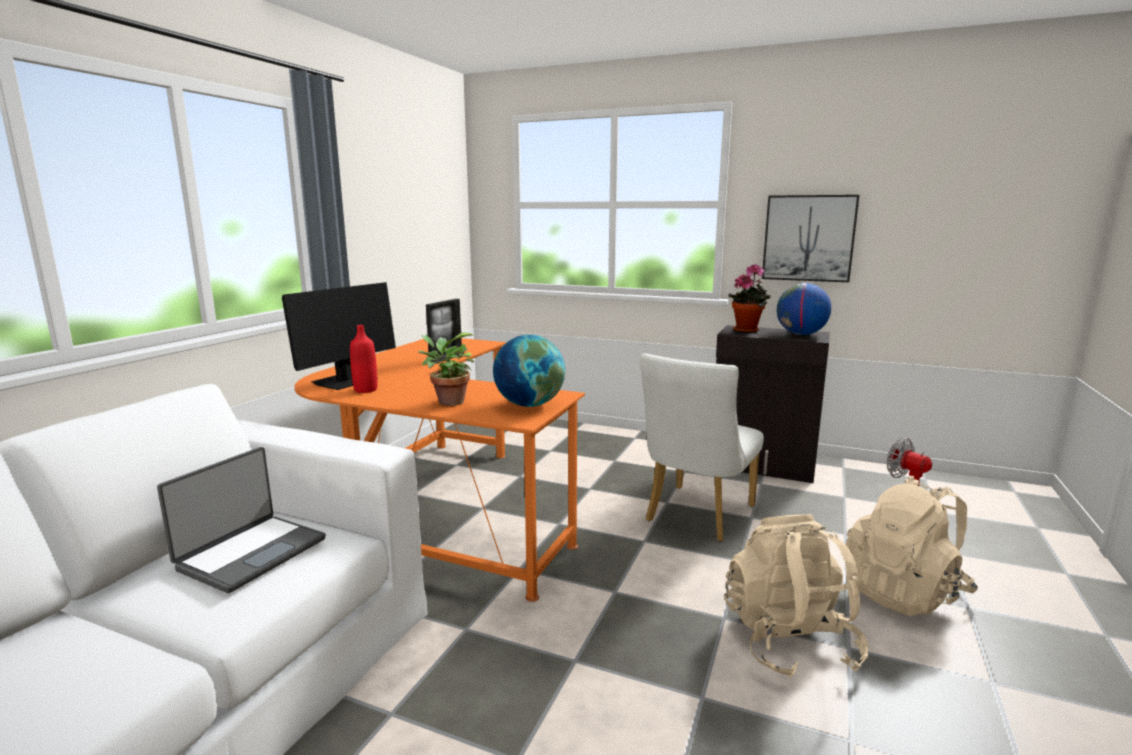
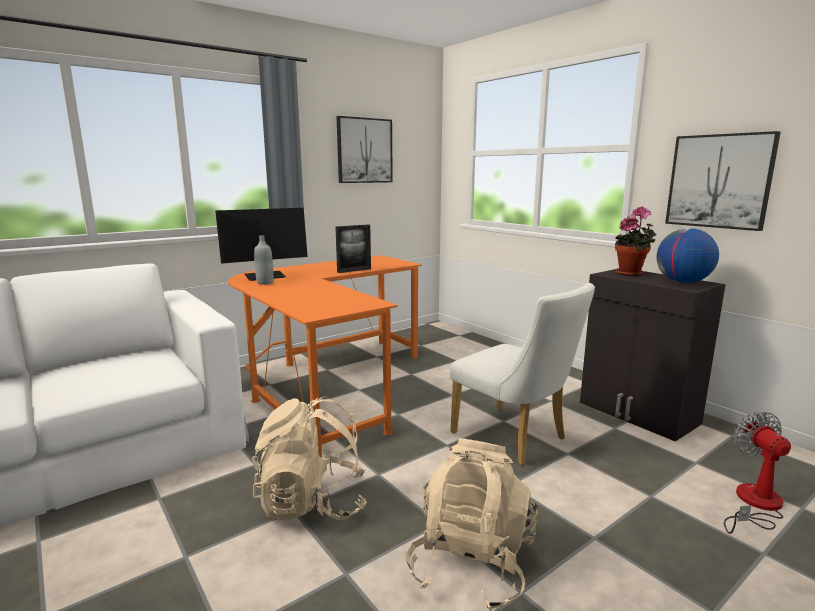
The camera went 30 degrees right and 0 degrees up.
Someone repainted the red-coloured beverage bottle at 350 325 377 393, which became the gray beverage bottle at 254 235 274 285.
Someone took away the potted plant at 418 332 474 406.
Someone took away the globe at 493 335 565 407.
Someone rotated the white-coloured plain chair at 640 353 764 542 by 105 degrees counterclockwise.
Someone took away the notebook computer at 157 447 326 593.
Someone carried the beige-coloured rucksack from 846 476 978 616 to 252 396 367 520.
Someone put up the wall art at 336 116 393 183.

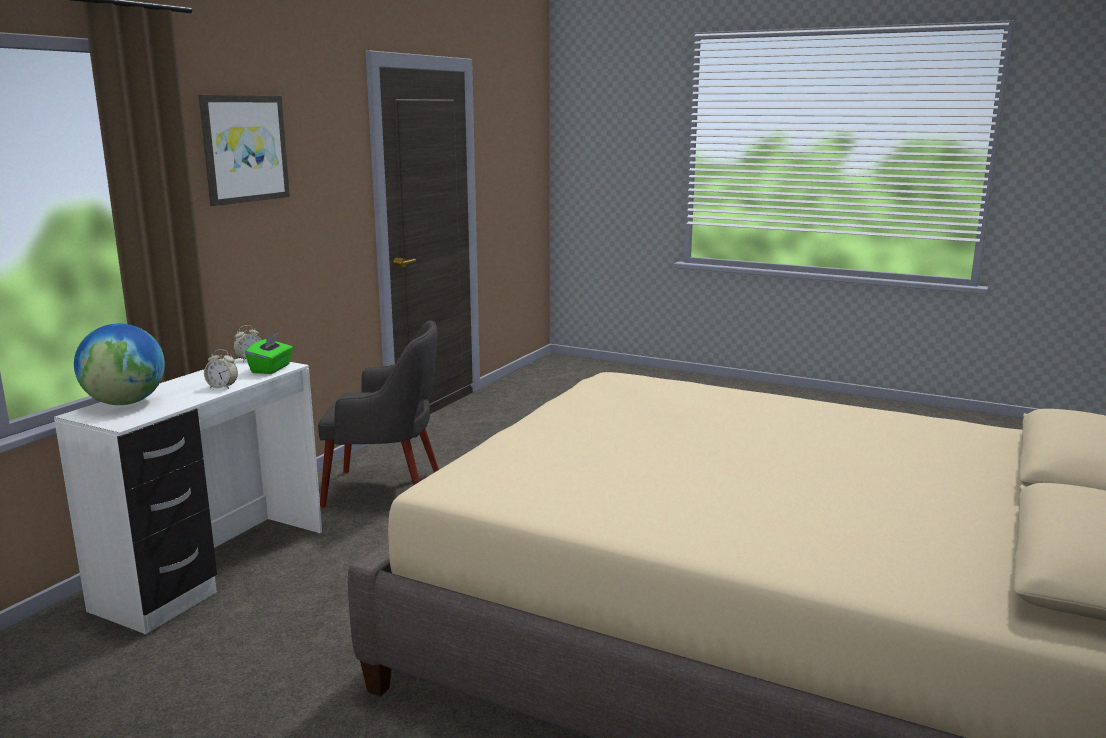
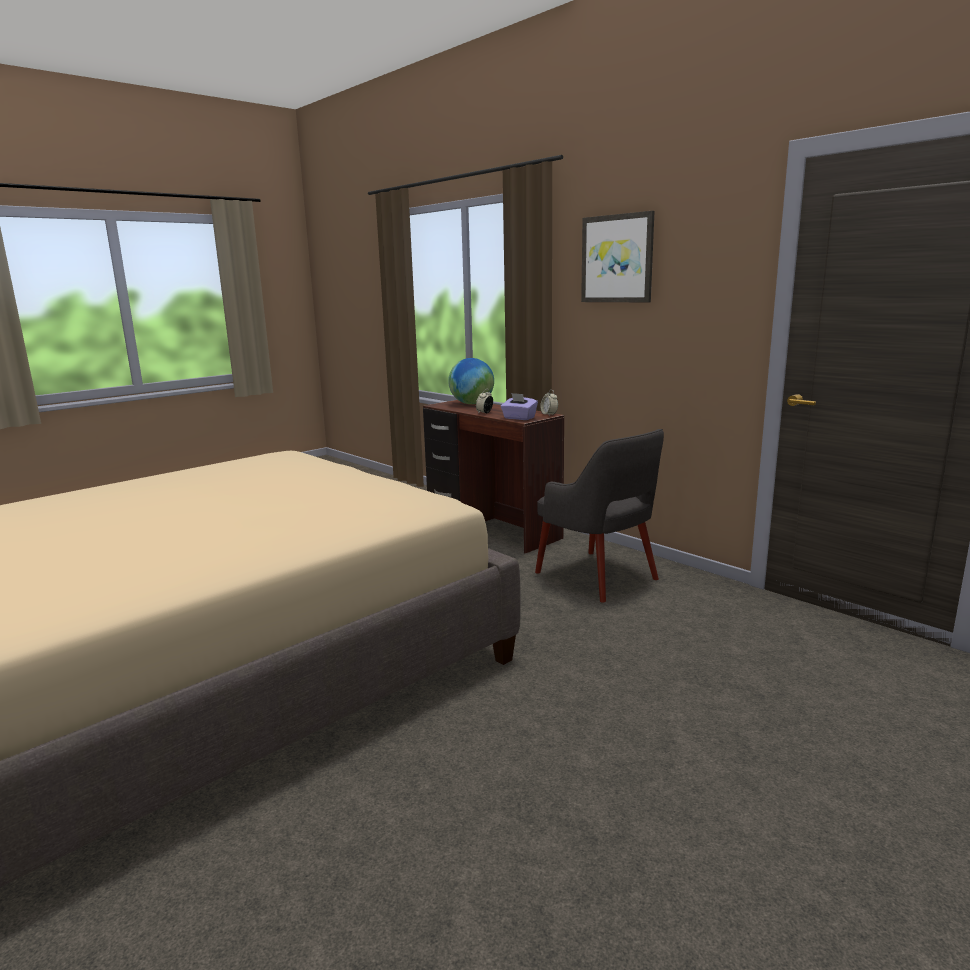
The camera went 110 degrees right and 0 degrees up.
Someone rotated the gray armchair at 318 320 439 508 by 60 degrees counterclockwise.
Someone repainted the green-coloured tissue holder at 245 333 293 374, which became the purple tissue holder at 501 393 538 420.
Someone repainted the white-coloured desk table at 54 358 322 634, which became the brown desk table at 423 400 564 554.

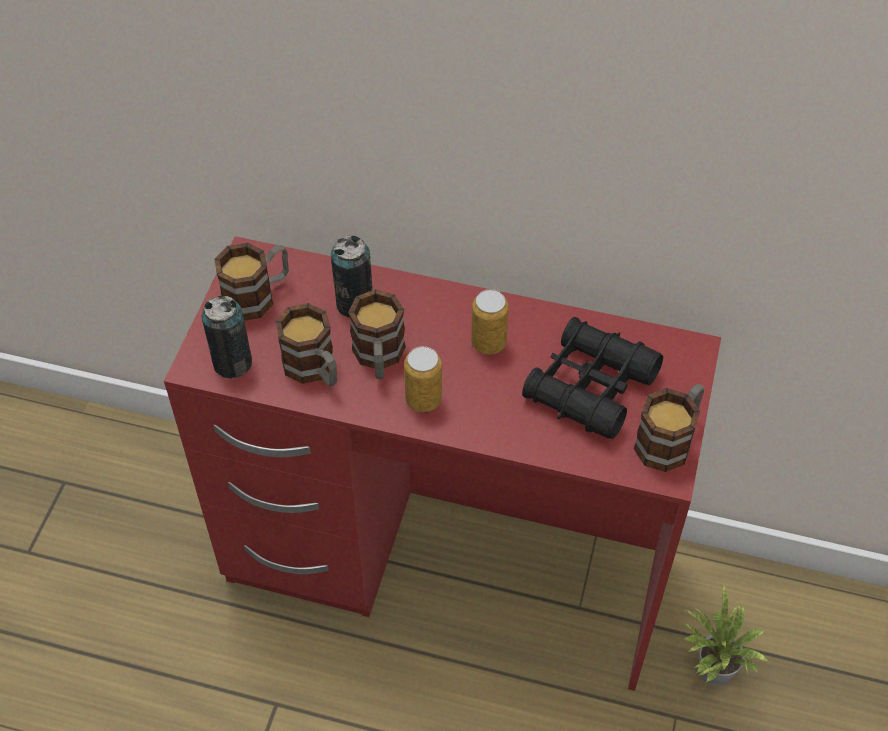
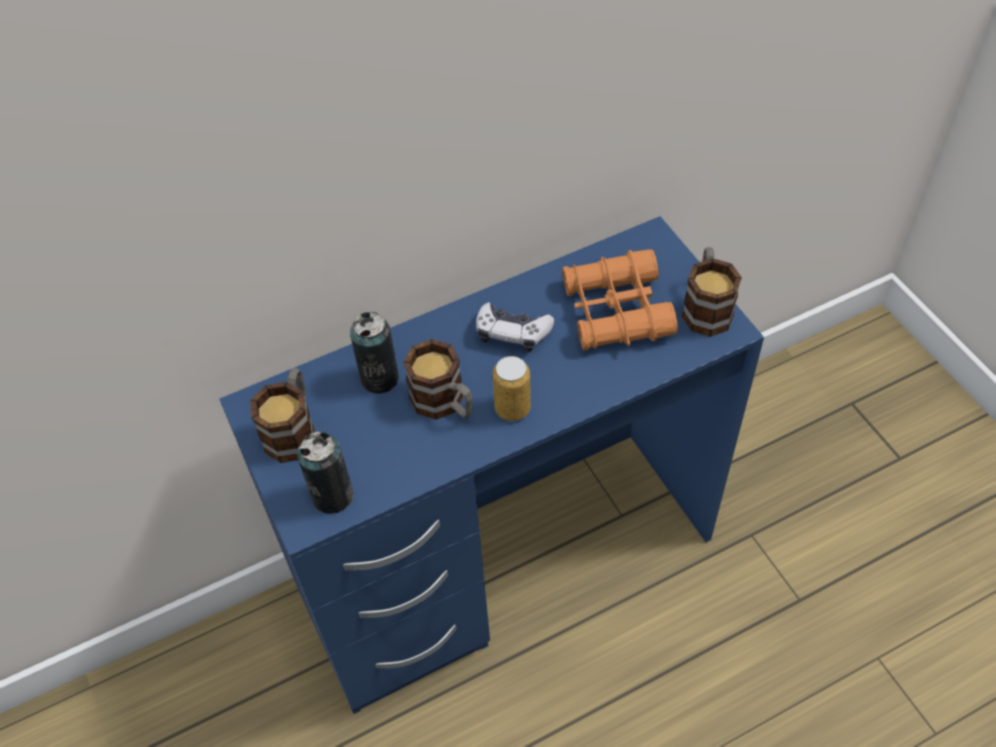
The camera went 40 degrees left and 0 degrees up.
Someone repainted the red-coloured desk table at 164 236 721 691, which became the blue-coloured desk table at 219 216 764 714.
Someone swapped the sealed can at 471 289 509 355 for the game controller at 476 302 554 352.
Someone took away the coffee mug at 275 303 337 387.
Someone repainted the blackish binoculars at 522 317 663 439, which became the orangey binoculars at 562 249 678 351.
Someone took away the potted plant at 683 583 768 686.

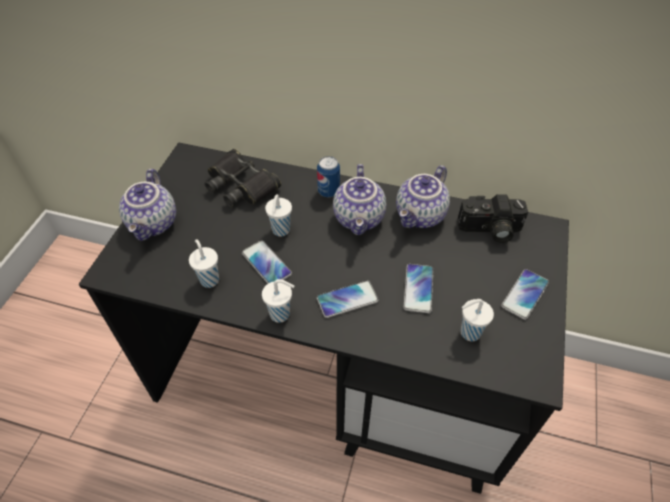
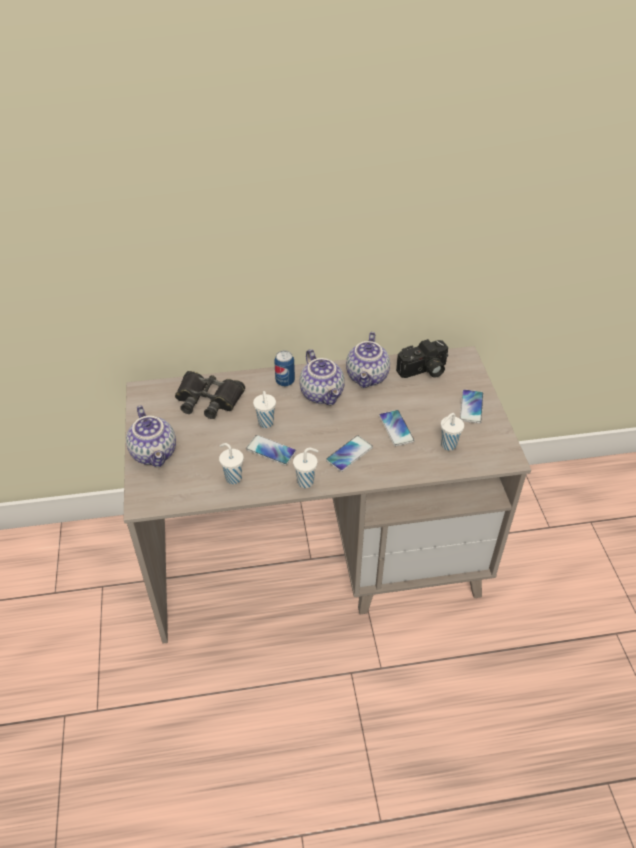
The camera went 25 degrees left and 5 degrees down.
Someone repainted the blackish desk table at 79 143 569 494, which became the beige-coloured desk table at 124 346 531 644.

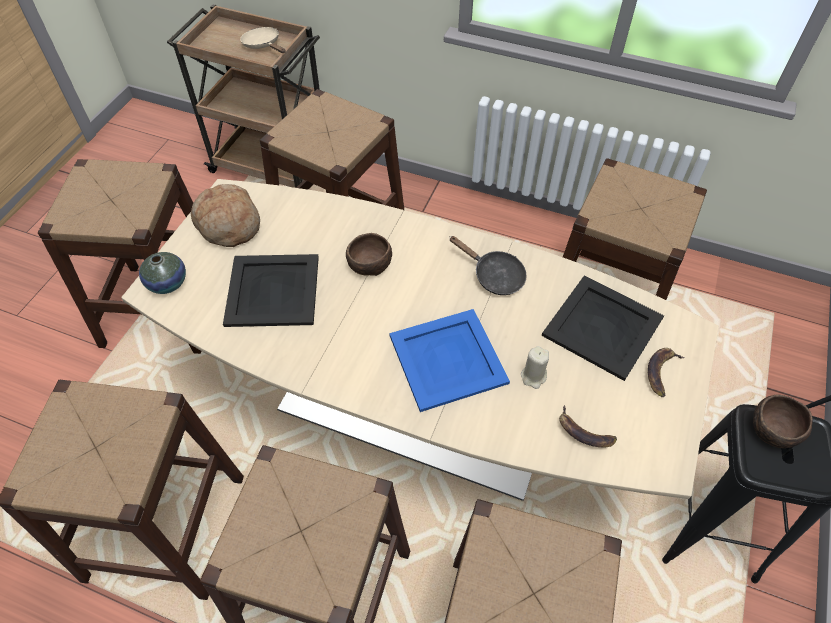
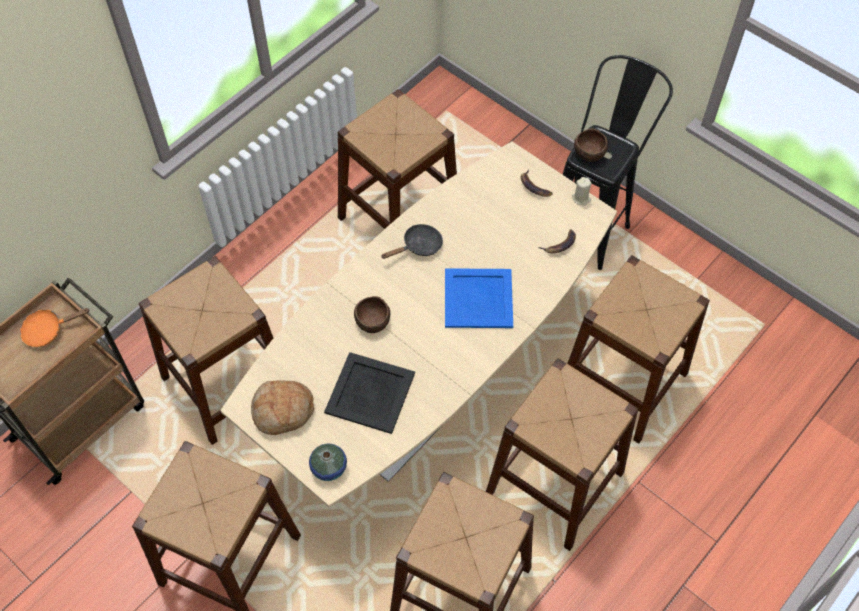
The camera went 70 degrees left and 5 degrees up.
Someone repainted the beige-coloured skillet at 240 27 285 53, which became the orangey skillet at 20 308 90 347.
Someone took away the blackish serving tray at 541 276 664 381.
Someone carried the beige-coloured wax candle from 521 346 549 389 to 572 177 592 205.

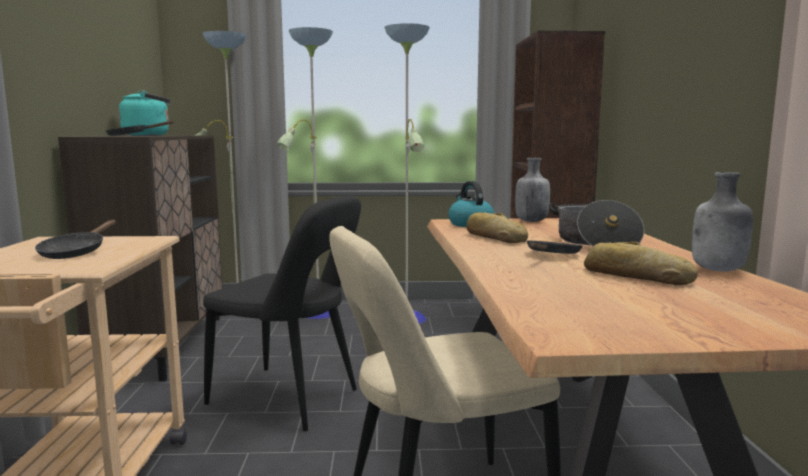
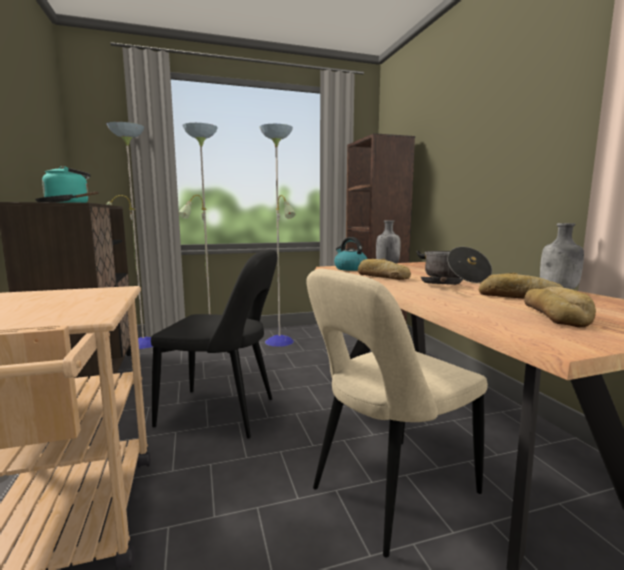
The camera went 15 degrees left and 0 degrees up.
Someone took away the blackish skillet at 35 220 116 259.
Someone put down the bread at 524 287 596 328.

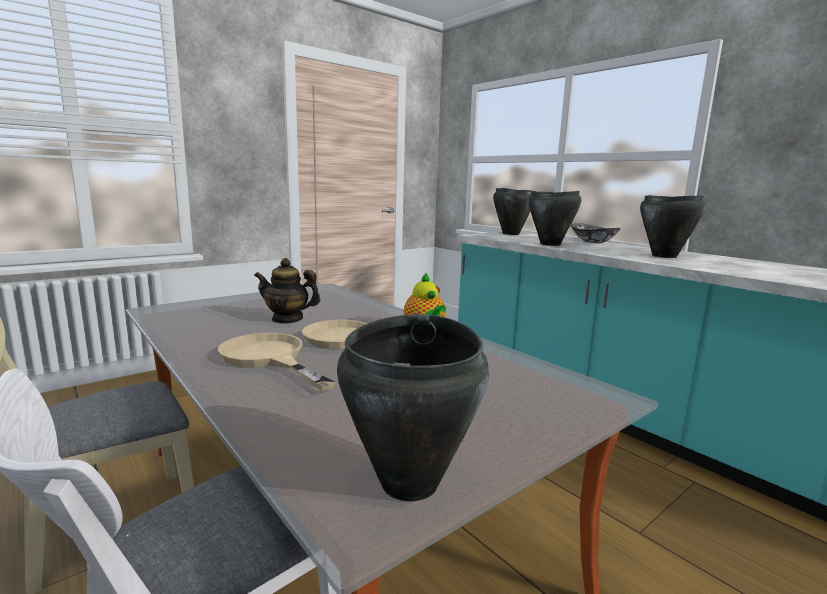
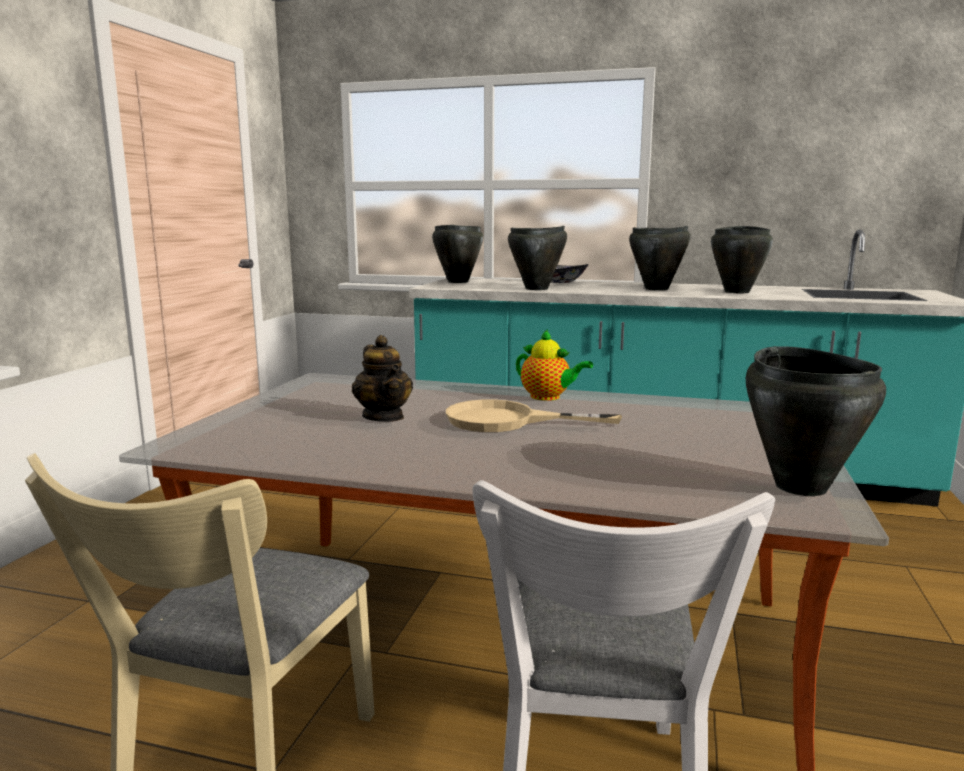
The camera went 35 degrees left and 0 degrees up.
Someone rotated the pot for tea at 254 258 321 324 by 90 degrees counterclockwise.
Someone took away the beige-coloured skillet at 218 333 336 391.
Someone put down the blackish saucepot at 711 226 773 293.

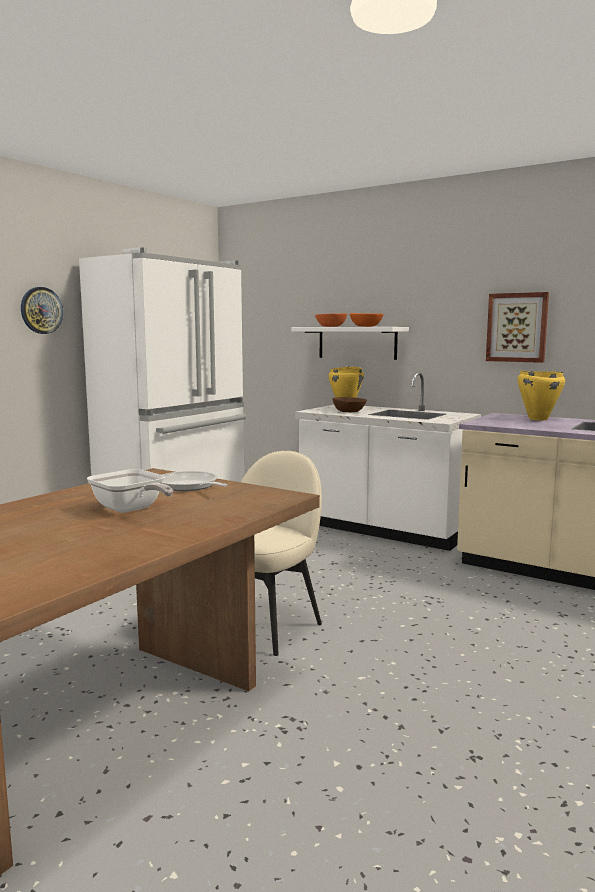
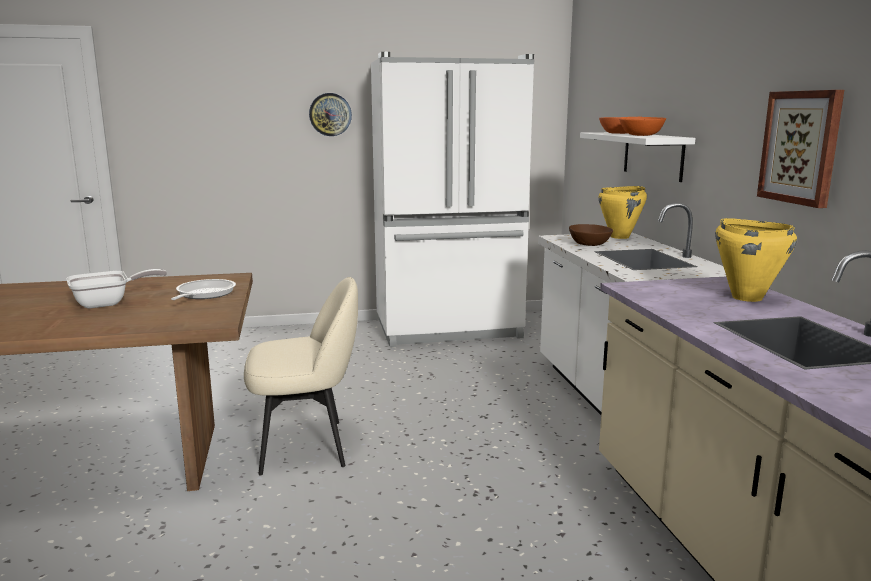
The camera went 45 degrees right and 5 degrees up.
Someone rotated the skillet at 87 469 173 513 by 120 degrees counterclockwise.

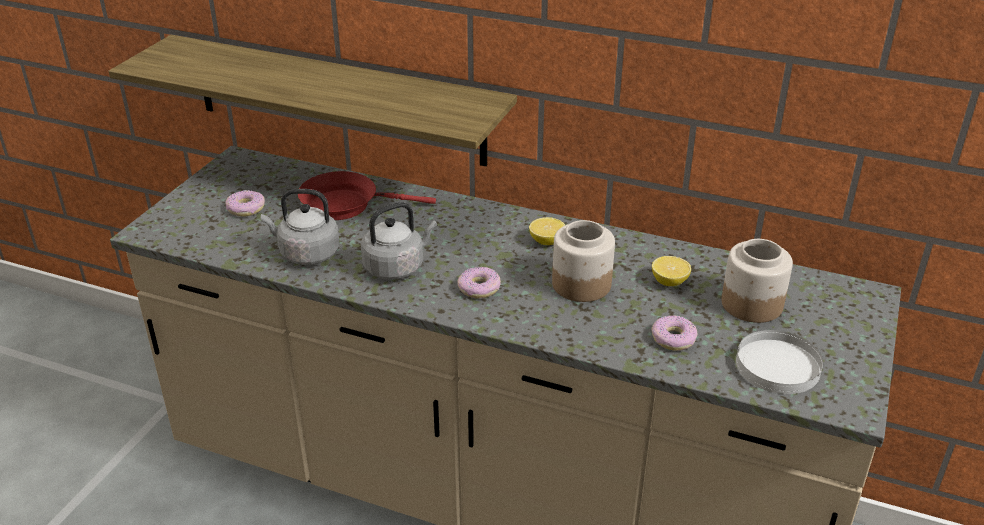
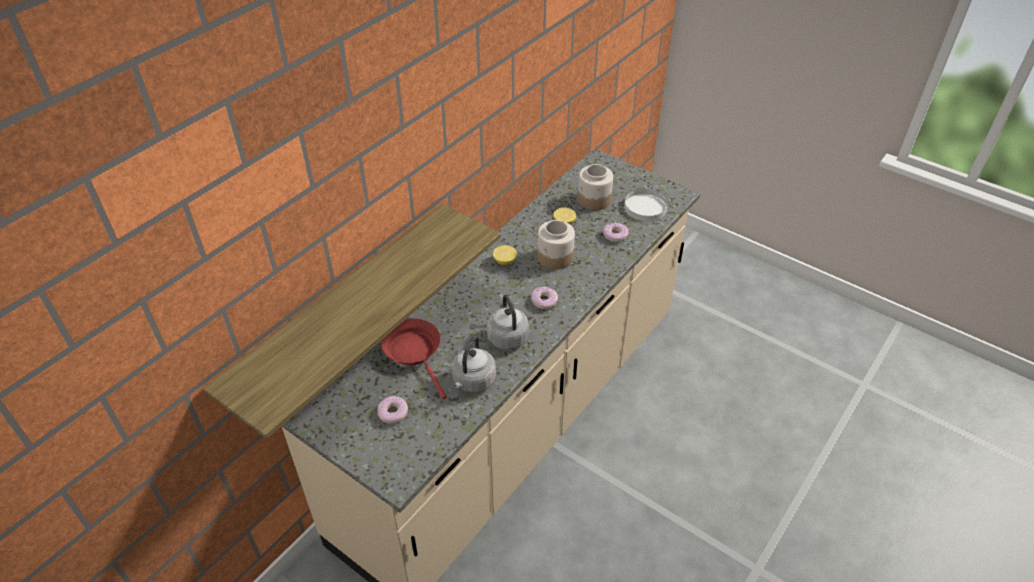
The camera went 75 degrees left and 10 degrees up.
Someone rotated the red-coloured skillet at 298 171 436 220 by 135 degrees clockwise.

